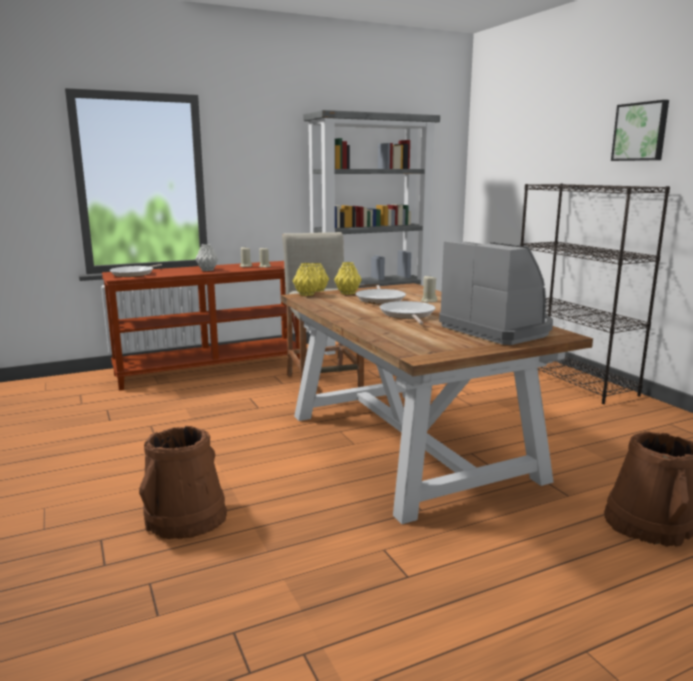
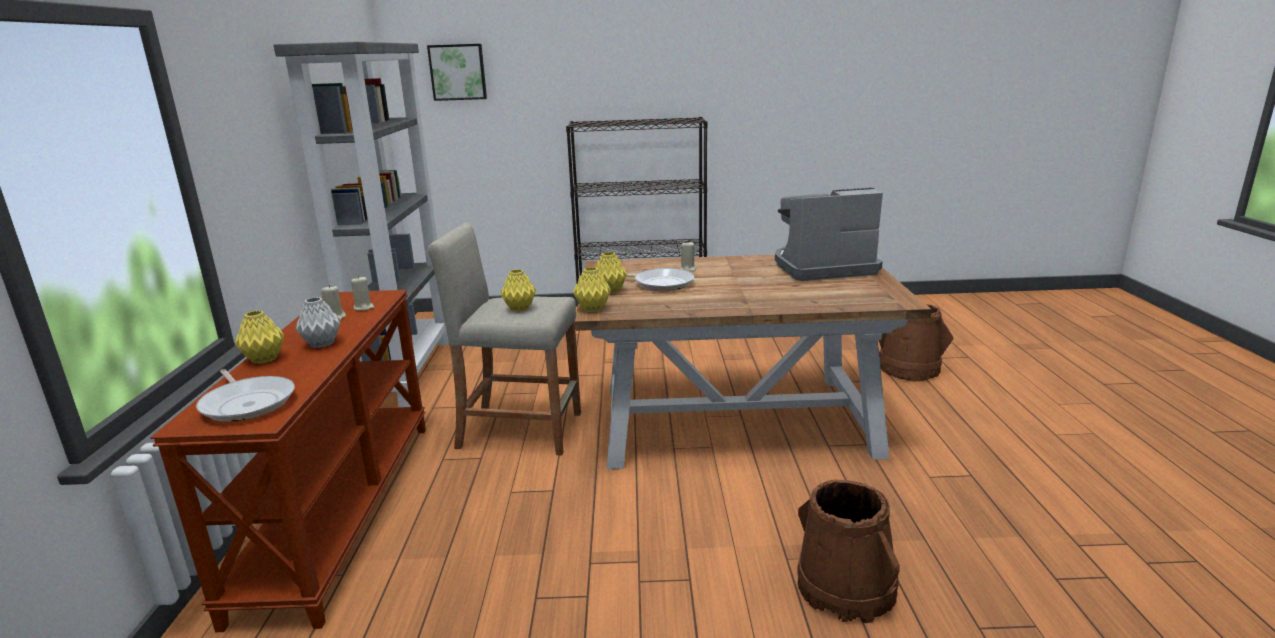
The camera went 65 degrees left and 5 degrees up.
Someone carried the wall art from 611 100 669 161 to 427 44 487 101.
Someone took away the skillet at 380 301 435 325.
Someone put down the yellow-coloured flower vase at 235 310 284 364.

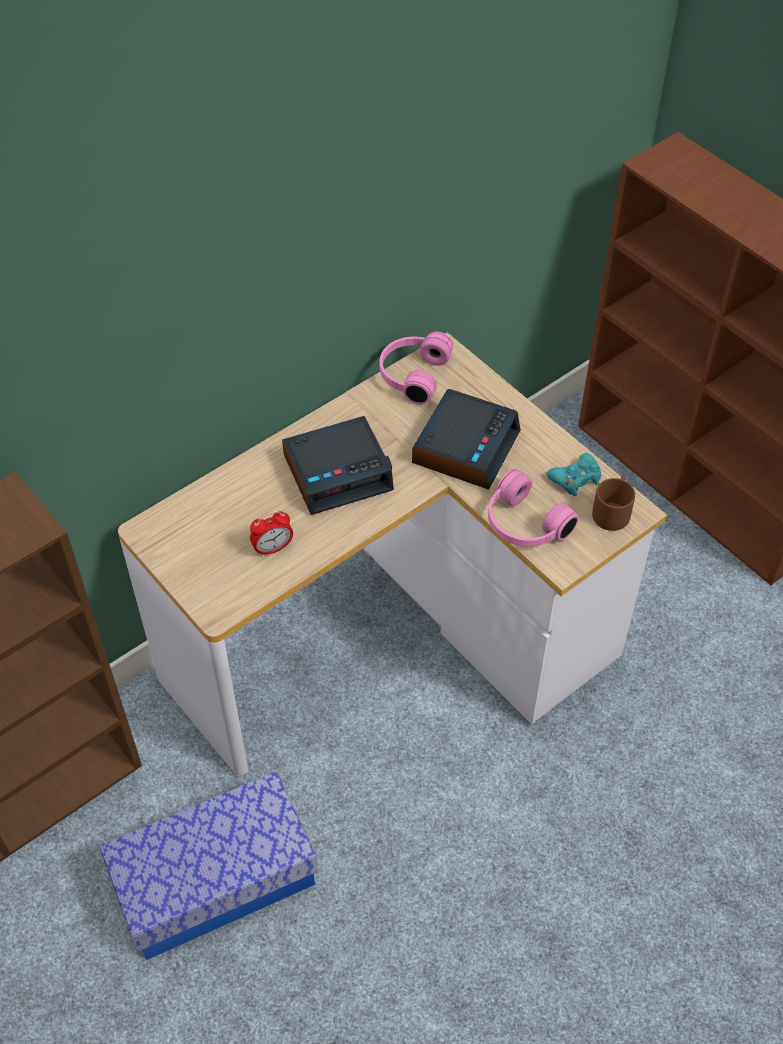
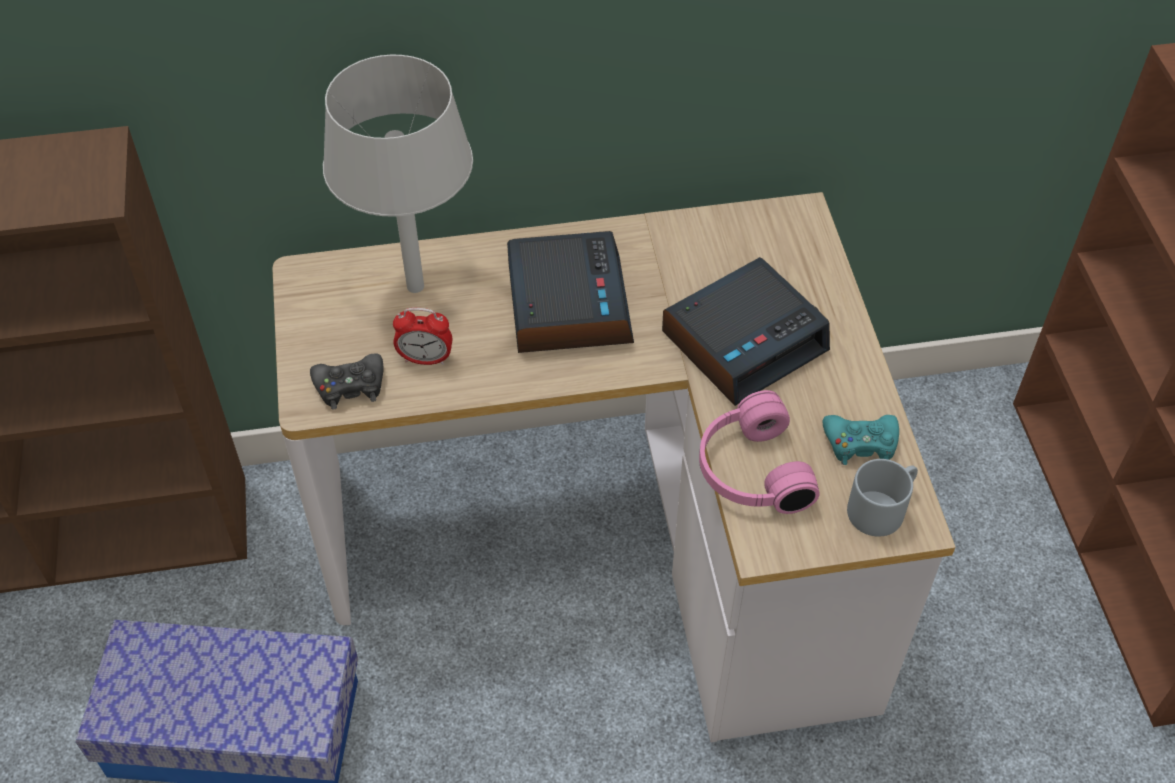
The camera went 30 degrees right and 0 degrees up.
Someone took away the pink headphones at 380 332 453 405.
Someone rotated the bedside clock at 282 416 394 515 by 105 degrees counterclockwise.
Someone repainted the brown coffee mug at 592 476 635 531, which became the gray coffee mug at 847 459 918 536.
Someone put down the gray table lamp at 323 55 473 293.
Someone put down the blackish game controller at 310 354 384 410.

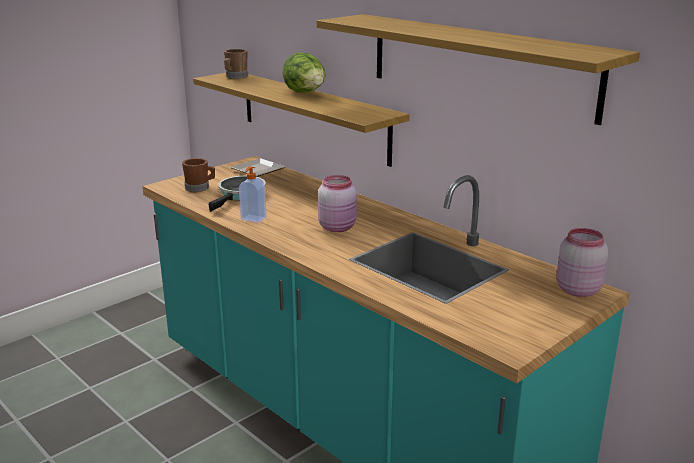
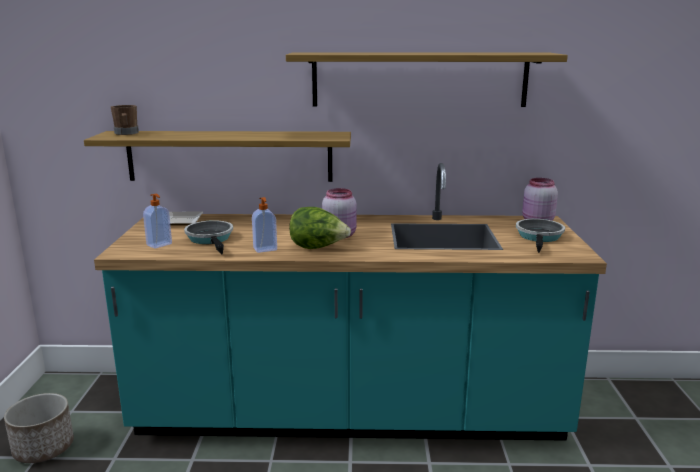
The camera went 45 degrees left and 5 degrees down.
Someone carried the lettuce from 283 52 325 93 to 289 207 351 249.
Someone swapped the brown coffee mug at 182 158 215 192 for the soap bottle at 143 194 172 249.
Someone put down the skillet at 516 219 565 253.
Someone put down the planter at 4 393 74 463.

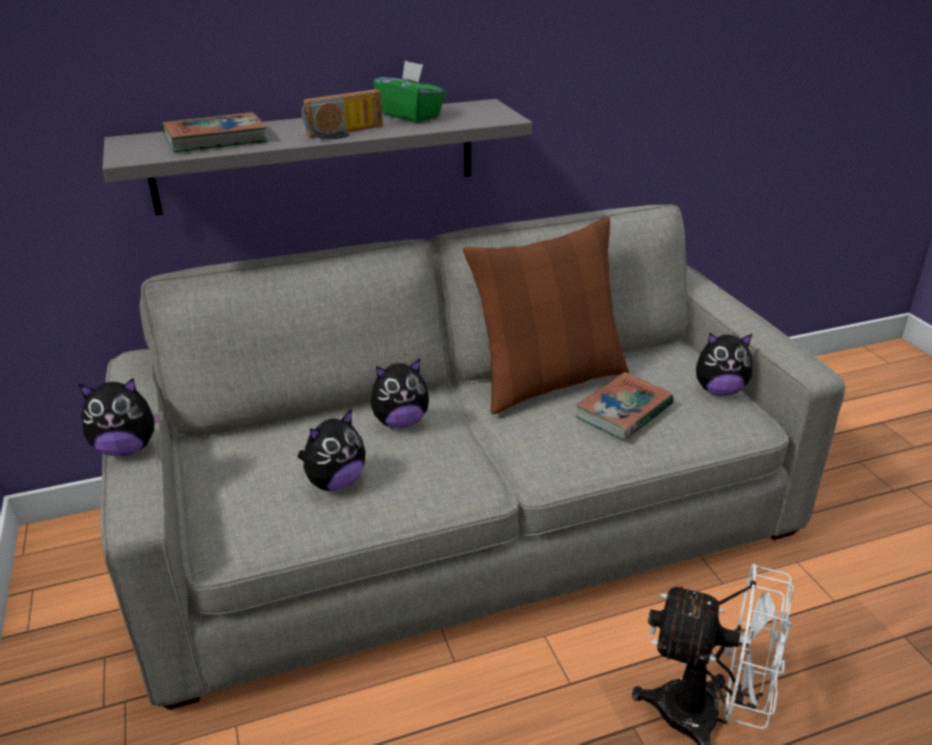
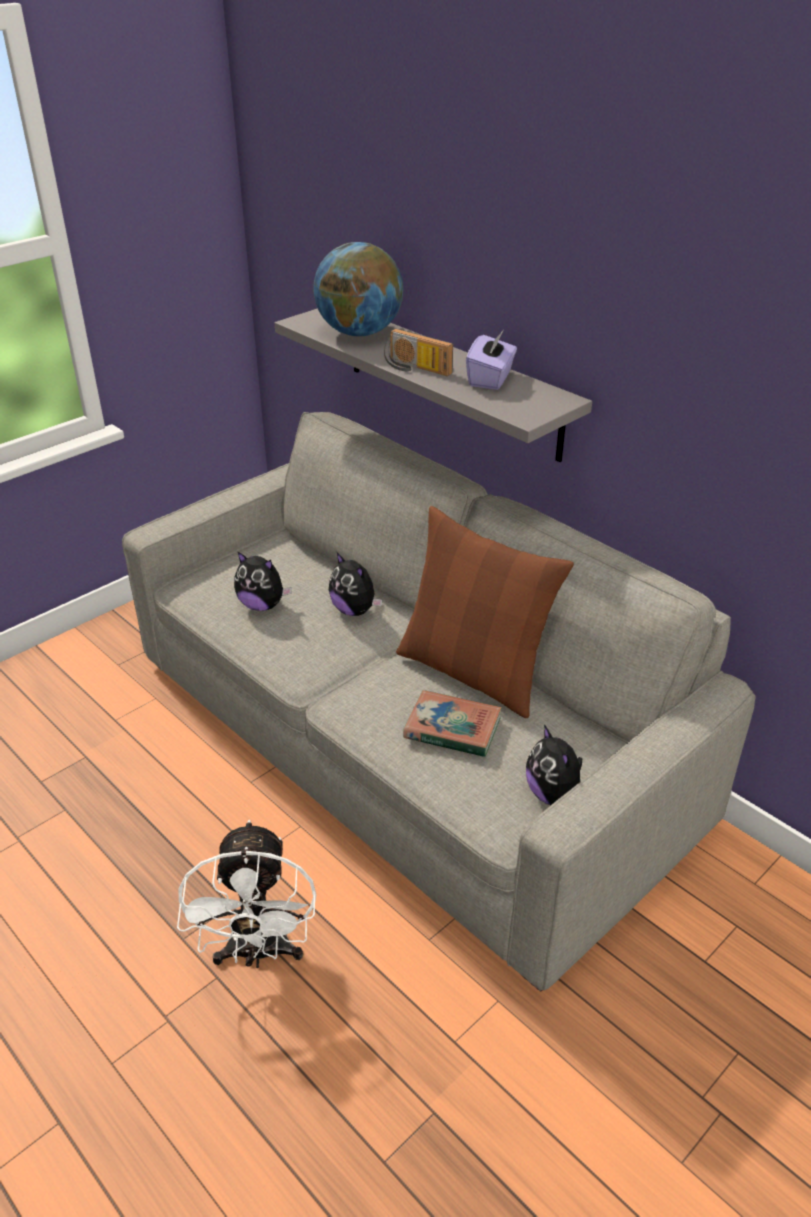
The camera went 65 degrees right and 5 degrees up.
Someone repainted the green-coloured tissue holder at 373 61 446 123, which became the purple tissue holder at 466 330 517 390.
Someone swapped the volume at 162 112 268 152 for the globe at 313 242 403 336.
Someone took away the soft toy at 79 378 163 456.

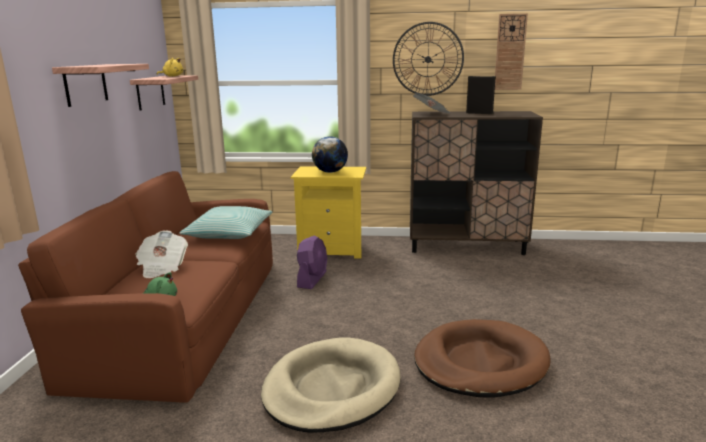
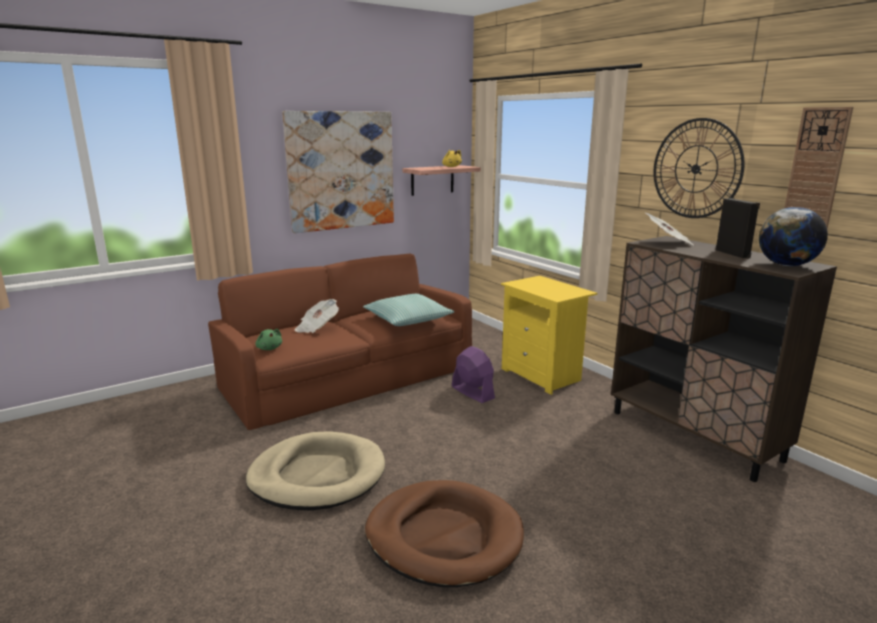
The camera went 50 degrees right and 0 degrees up.
Someone swapped the bracket shelf at 52 64 149 107 for the wall art at 282 111 394 233.
Someone carried the globe from 312 136 348 173 to 759 207 828 266.
Someone rotated the purple fan at 297 236 327 289 by 105 degrees counterclockwise.

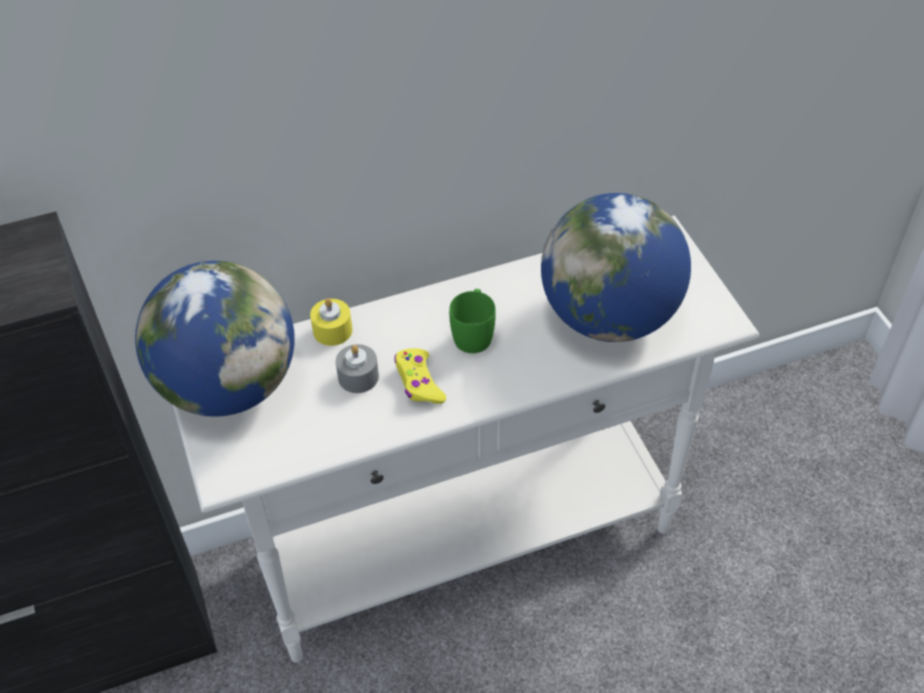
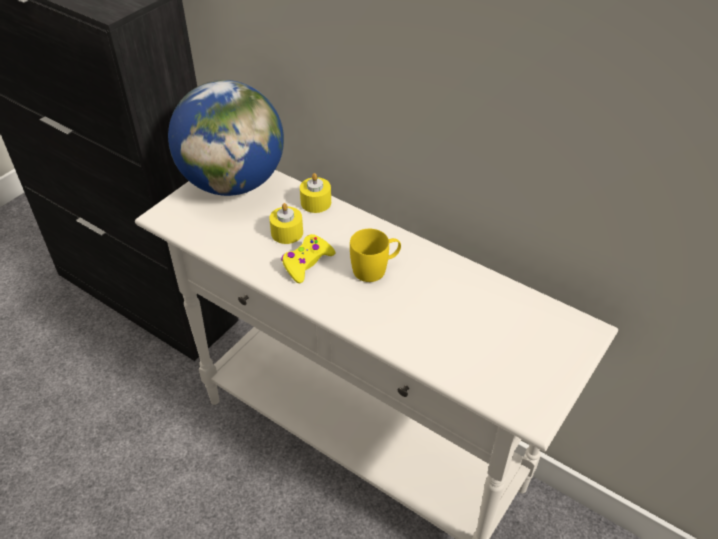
The camera went 55 degrees right and 5 degrees down.
Someone took away the globe at 541 193 691 342.
Someone repainted the green-coloured coffee mug at 449 289 496 353, which became the yellow-coloured coffee mug at 350 229 401 282.
Someone repainted the gray wax candle at 336 344 379 393, which became the yellow-coloured wax candle at 269 203 303 244.

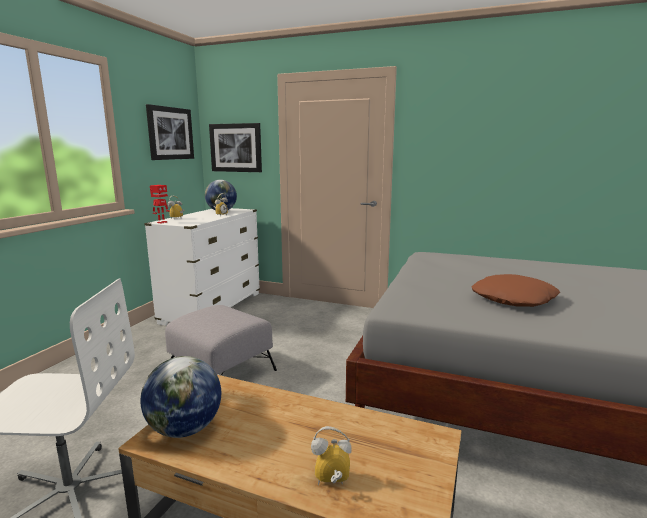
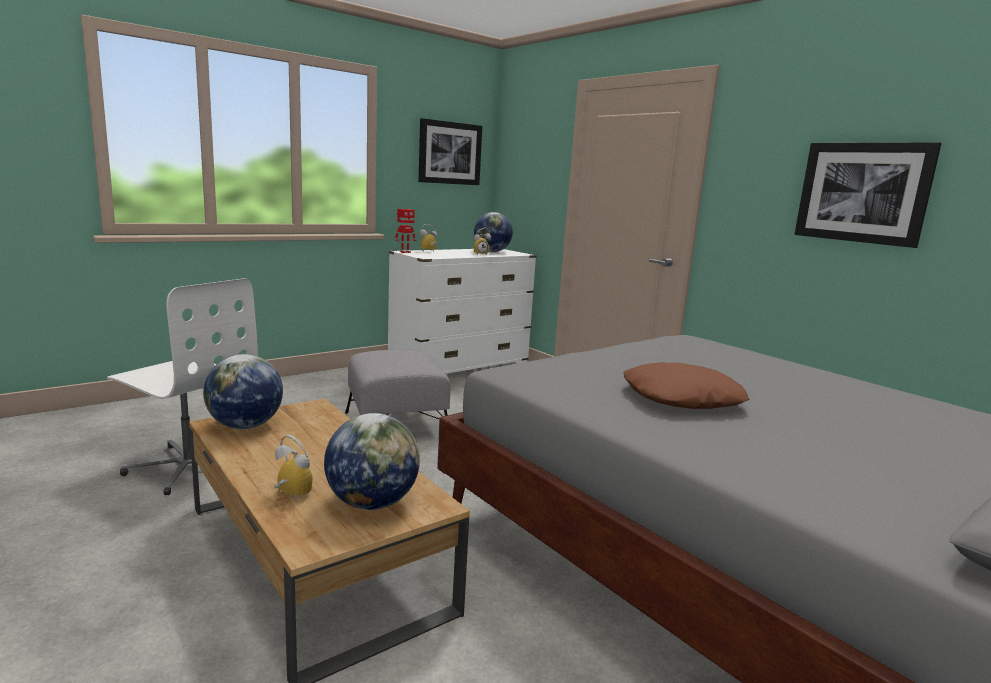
The camera went 30 degrees right and 0 degrees up.
Someone carried the wall art from 209 123 262 172 to 794 142 942 248.
Someone put down the globe at 324 413 420 510.

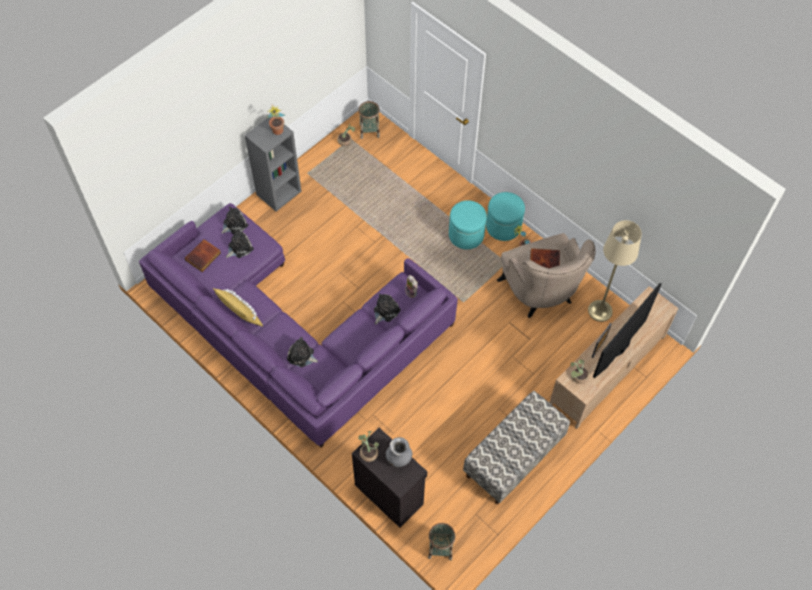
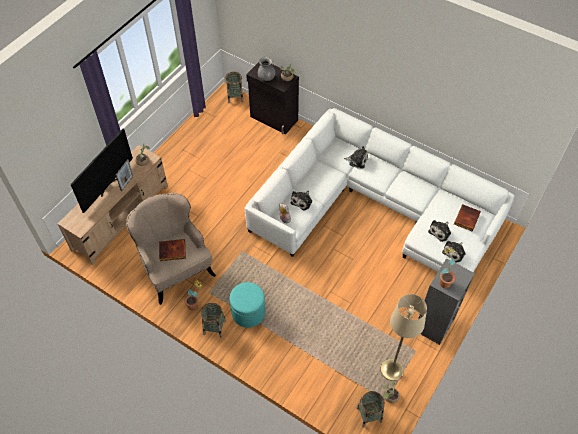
The camera went 170 degrees right and 5 degrees down.
Someone swapped the turquoise-coloured ottoman at 486 192 525 241 for the household basket at 201 303 226 337.
Someone repainted the purple settee at 139 203 458 448, which became the white-coloured settee at 245 108 515 272.
Someone carried the beige-coloured floor lamp from 588 220 642 322 to 381 294 427 381.
Someone took away the yellow-coloured cushion at 213 288 263 326.
Someone took away the long seat at 463 391 570 504.

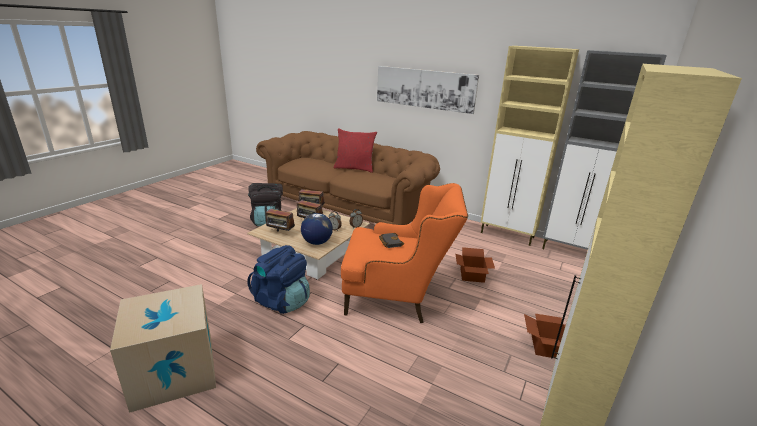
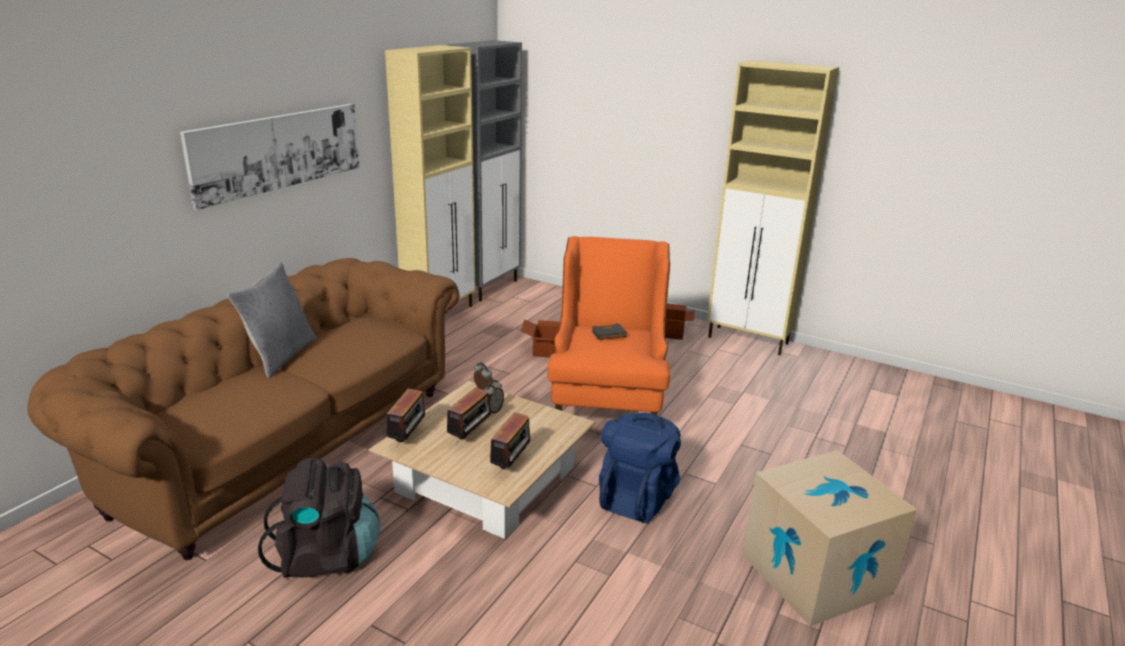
The camera went 90 degrees left and 0 degrees up.
Someone repainted the red-coloured cushion at 334 128 377 173, which became the gray cushion at 227 262 317 378.
Someone took away the globe at 301 213 333 245.

